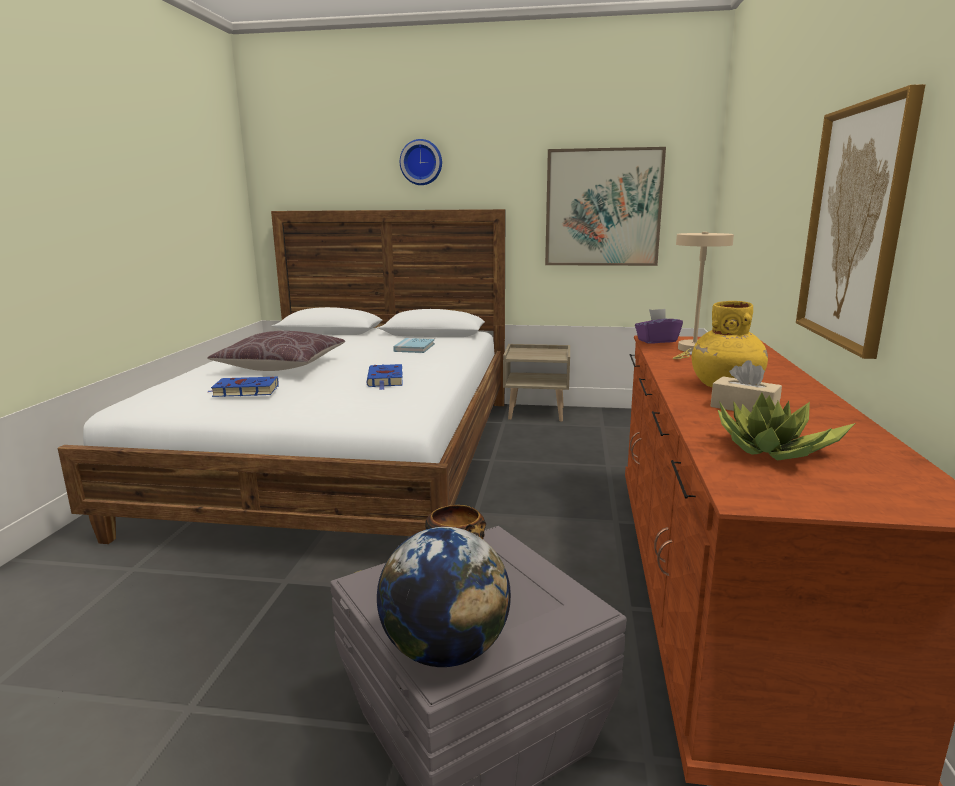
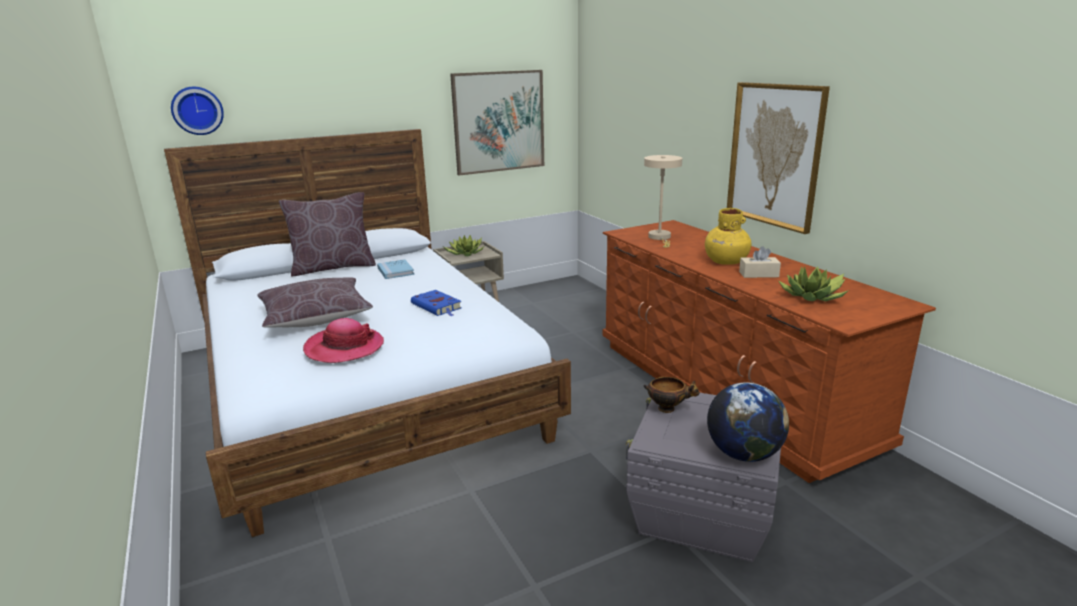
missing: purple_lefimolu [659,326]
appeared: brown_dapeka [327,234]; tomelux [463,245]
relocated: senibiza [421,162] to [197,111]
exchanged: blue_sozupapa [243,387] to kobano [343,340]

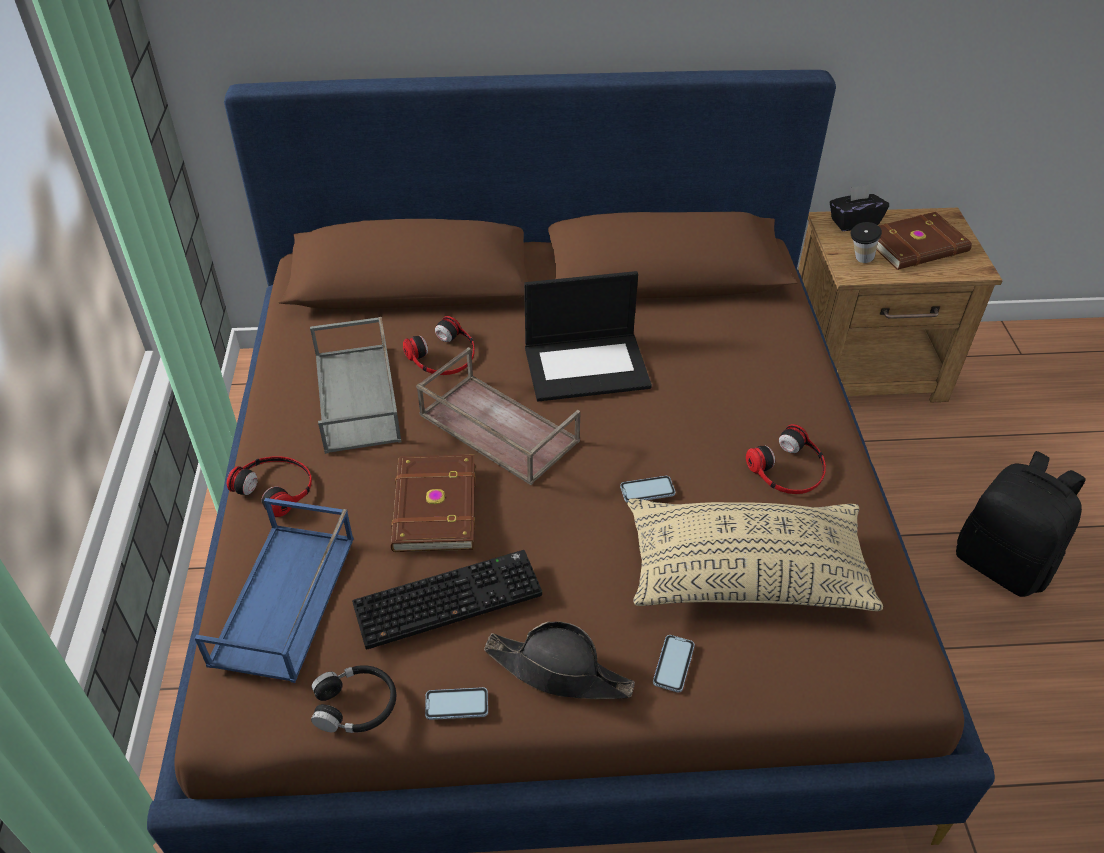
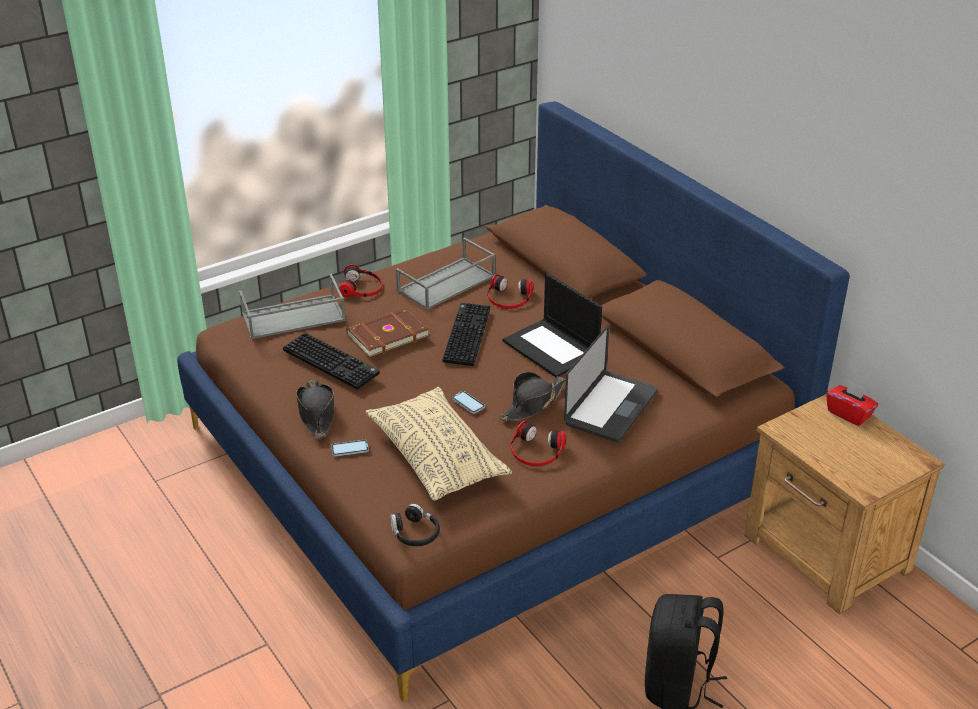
missing: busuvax [456,703]; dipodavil [866,242]; brown_sozupapa [924,241]
appeared: black_kobano [532,396]; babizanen [611,384]
relocated: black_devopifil [353,699] to [415,525]
exchanged: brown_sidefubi [498,416] to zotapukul [466,334]
colour: blue_sidefubi [274,590] to grey_sidefubi [292,306]; black_lefimolu [859,208] to red_lefimolu [852,403]

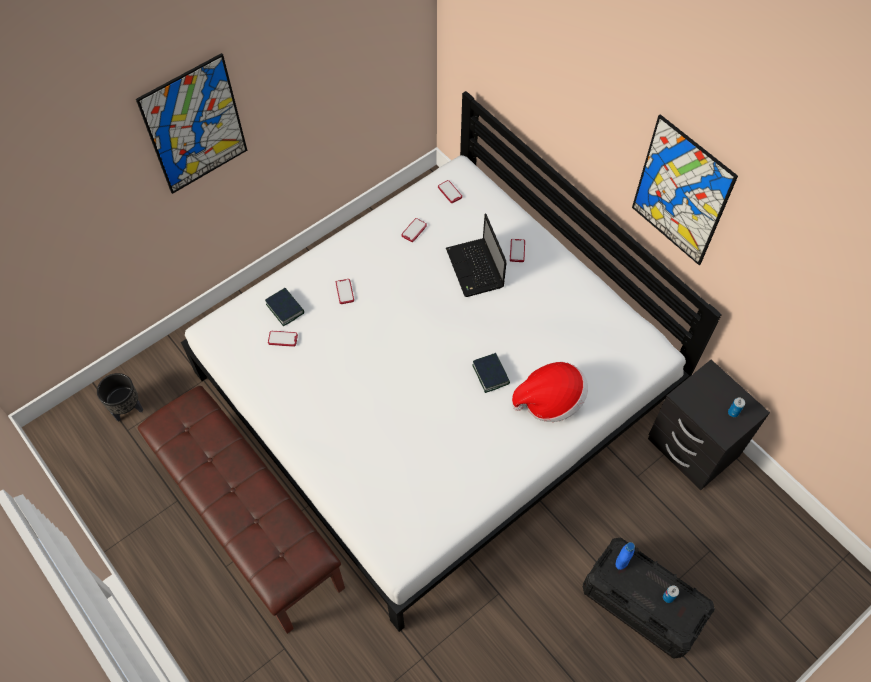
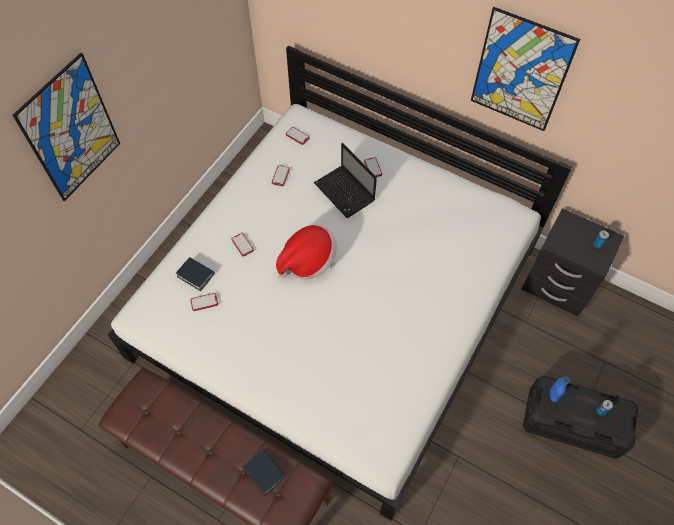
missing: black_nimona [120,397]
relocated: sozupapa [491,373] to [264,472]; kobano [550,392] to [306,252]

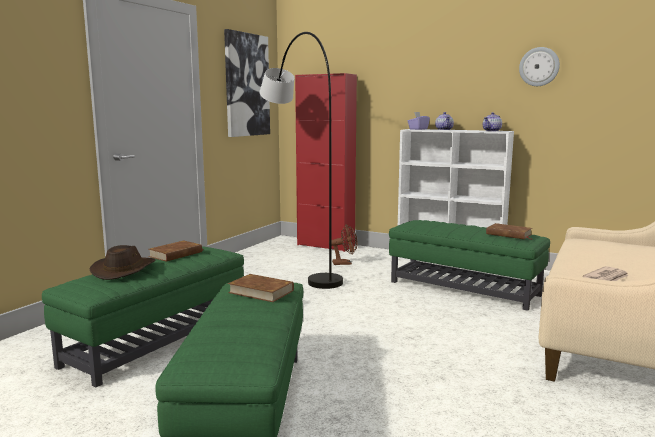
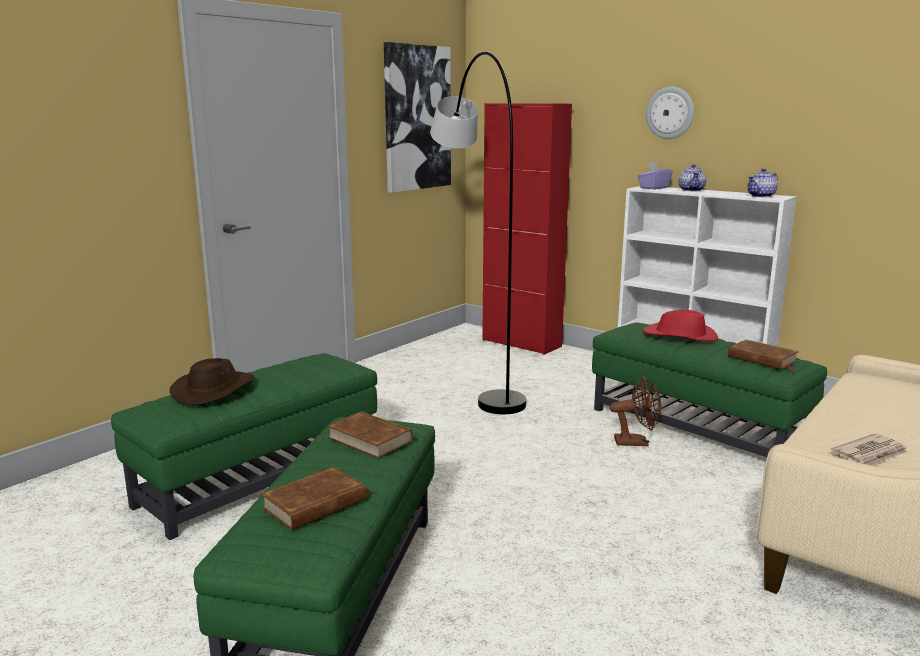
appeared: red_kobano [680,325]
relocated: brown_sozupapa [175,251] to [316,498]; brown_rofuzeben [344,244] to [635,411]; senibiza [539,66] to [670,113]

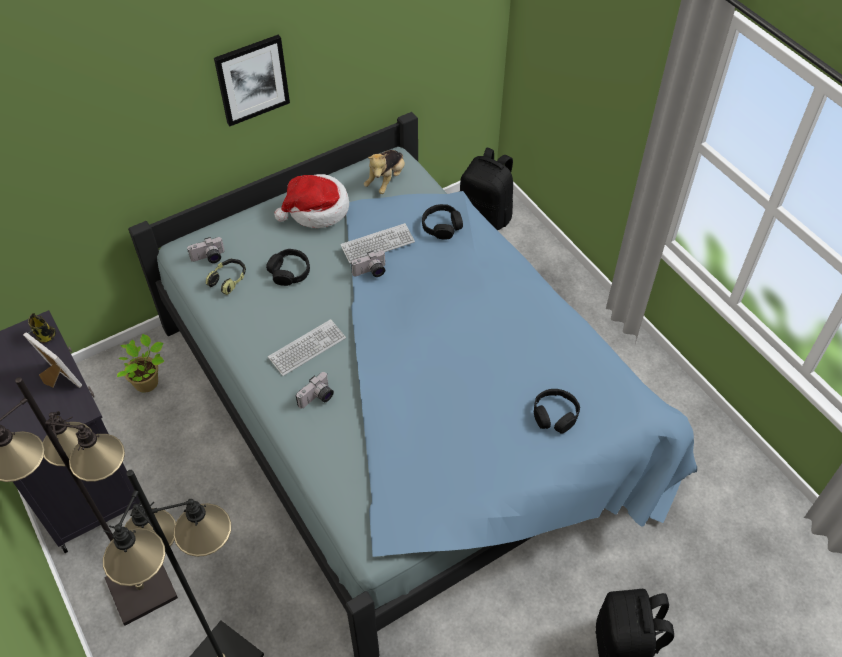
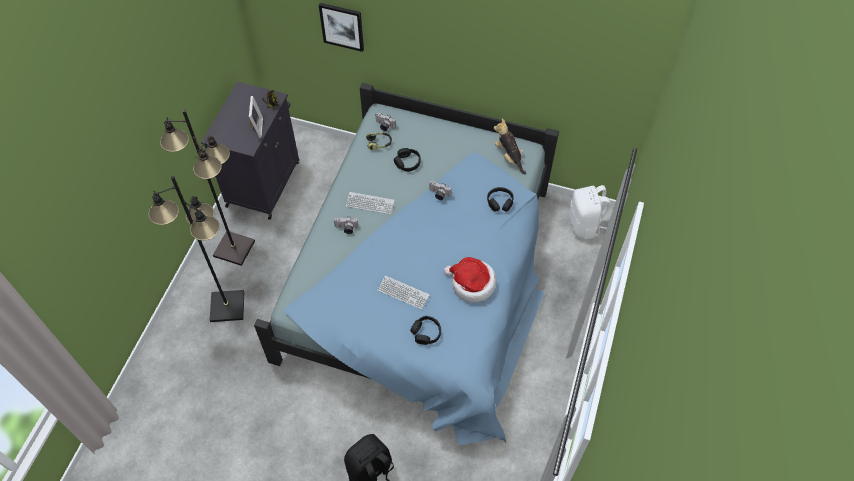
missing: tomelux [140,363]
relocated: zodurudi [252,80] to [341,27]; kobano [311,201] to [470,279]; zotapukul [377,243] to [404,293]
colour: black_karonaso [486,189] to white_karonaso [589,212]
spun: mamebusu [384,172] = [510,147] 75 degrees clockwise

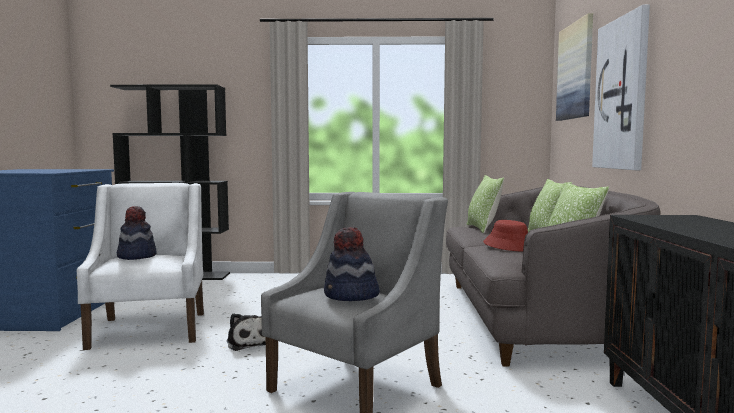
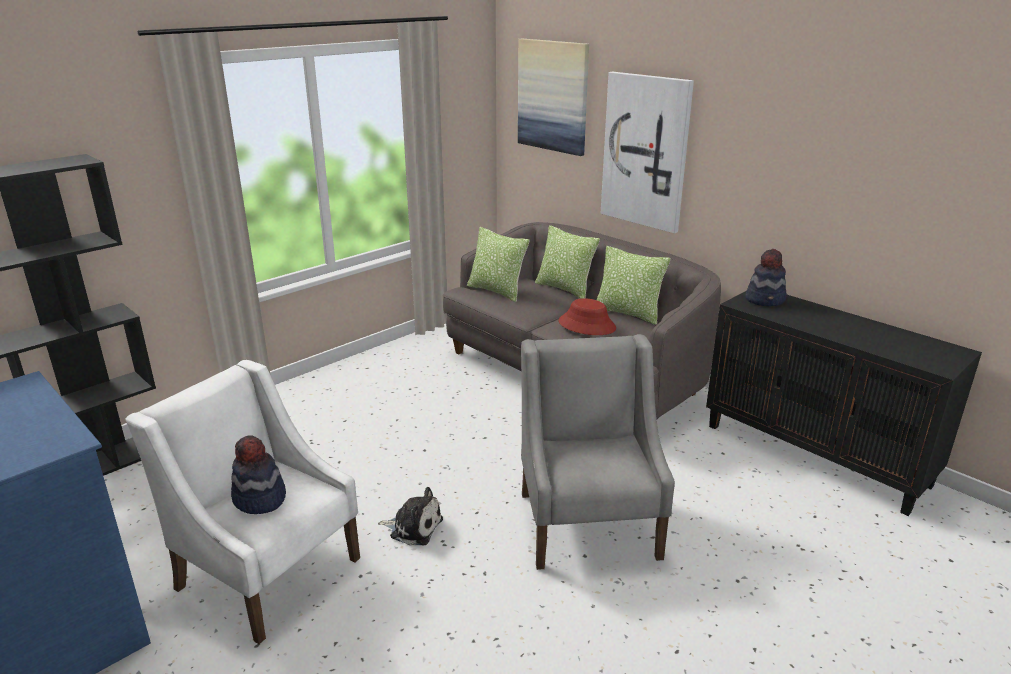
relocated: kobano [352,264] to [766,277]

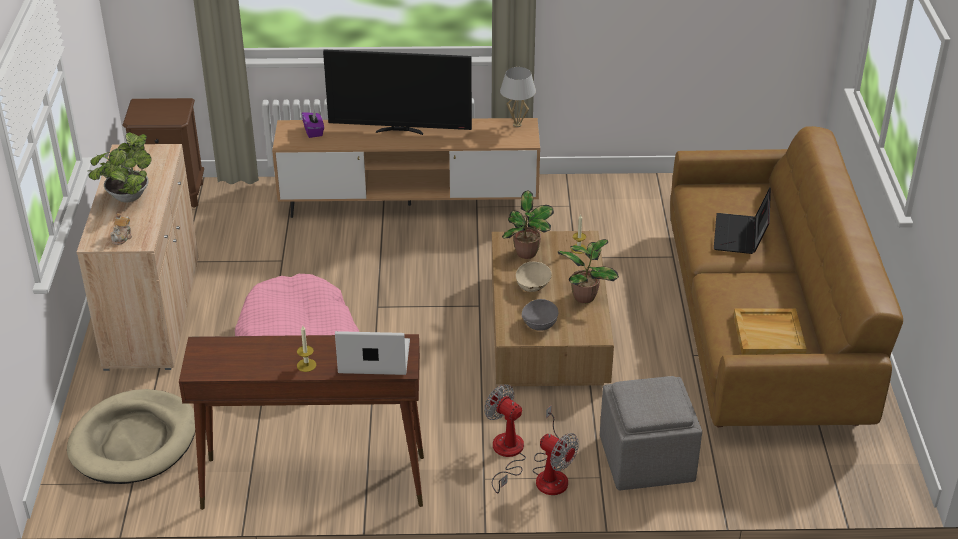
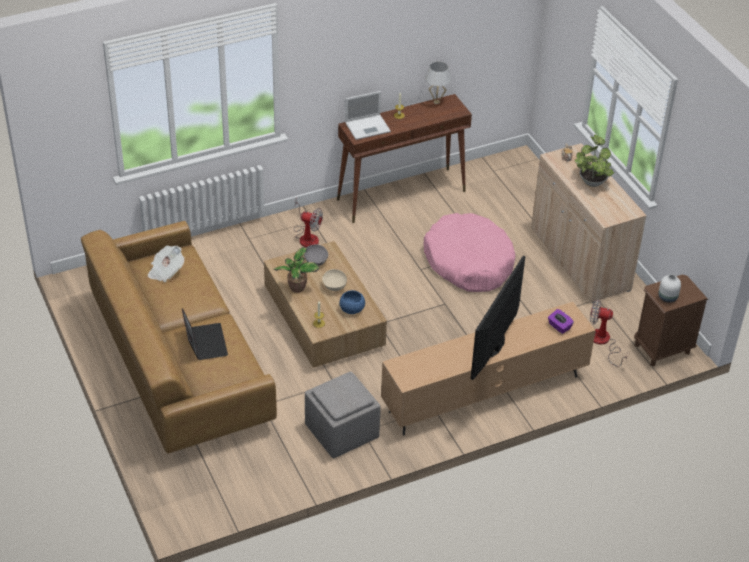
missing: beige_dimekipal [131,436]
appeared: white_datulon [669,288]
relocated: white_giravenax [518,97] to [438,83]; rofuzeben [555,450] to [609,333]; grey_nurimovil [651,433] to [343,415]
exchanged: tomelux [528,224] to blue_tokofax [352,302]; beige_sidefubi [770,331] to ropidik [166,263]
spun: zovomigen [397,92] = [498,318] 45 degrees counterclockwise

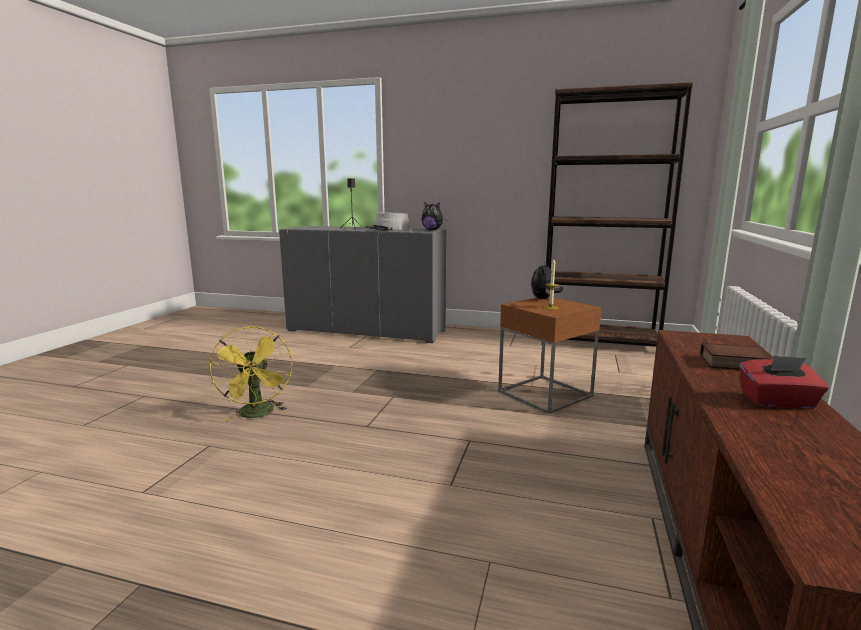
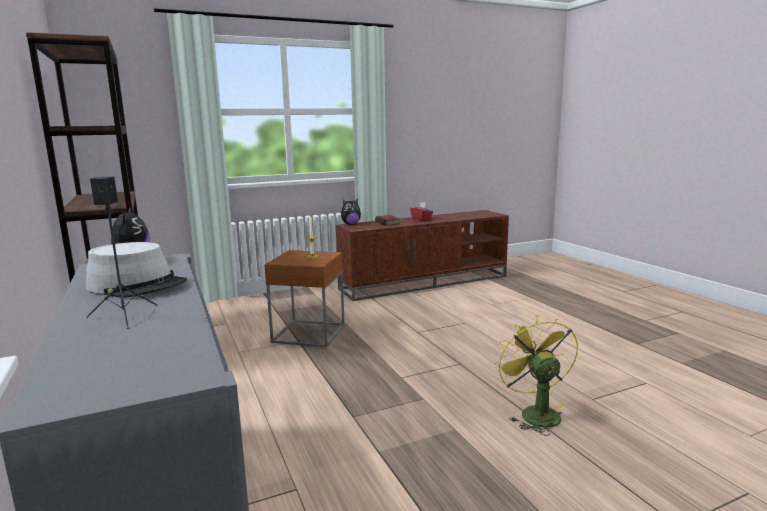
relocated: mamebusu [547,280] to [351,212]
spun: yellow_rofuzeben [250,373] = [536,375] 45 degrees counterclockwise

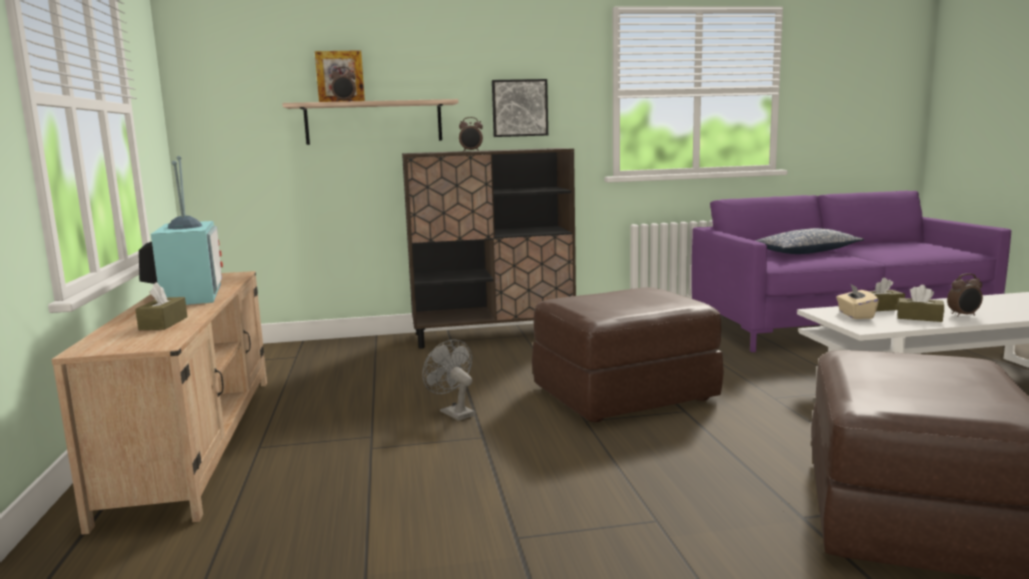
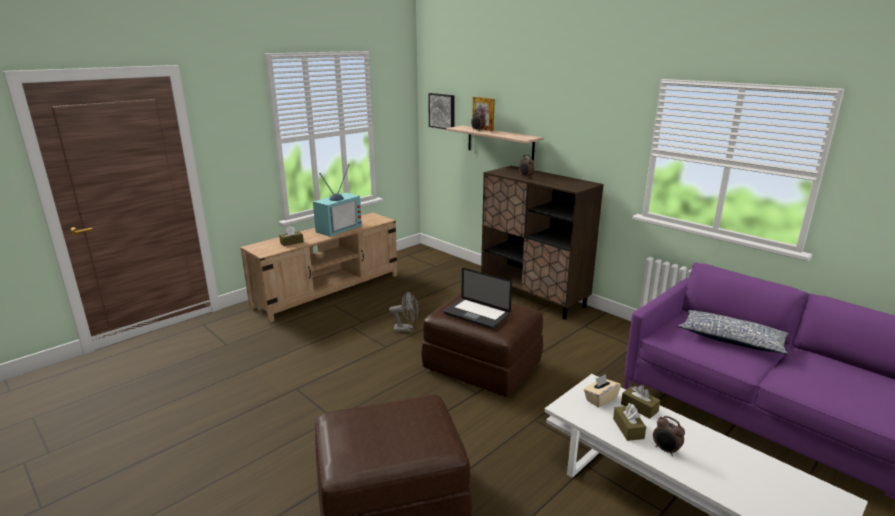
appeared: babizanen [477,298]
relocated: zodurudi [520,108] to [441,111]
spun: grey_rofuzeben [448,380] = [403,311] 75 degrees clockwise

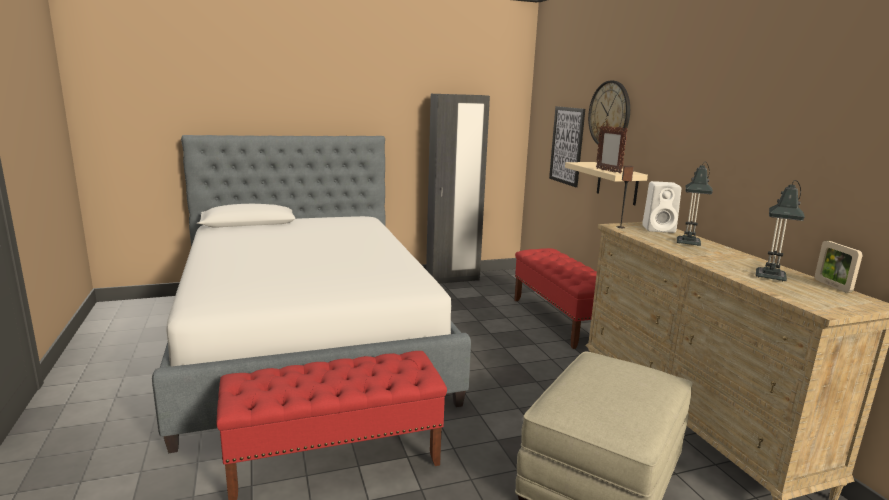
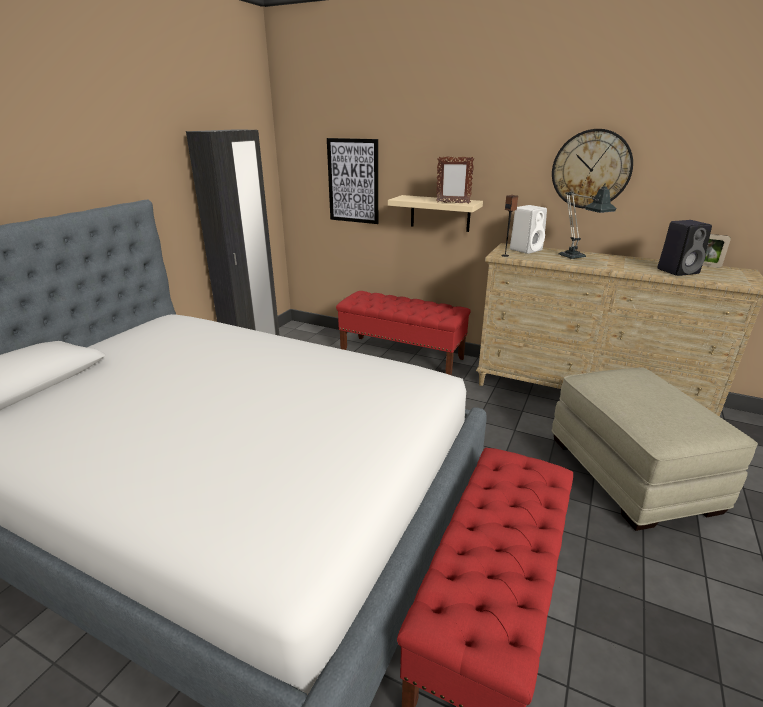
relocated: senibiza [609,112] to [592,169]
exchanged: giravenax [780,230] to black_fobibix [684,248]

